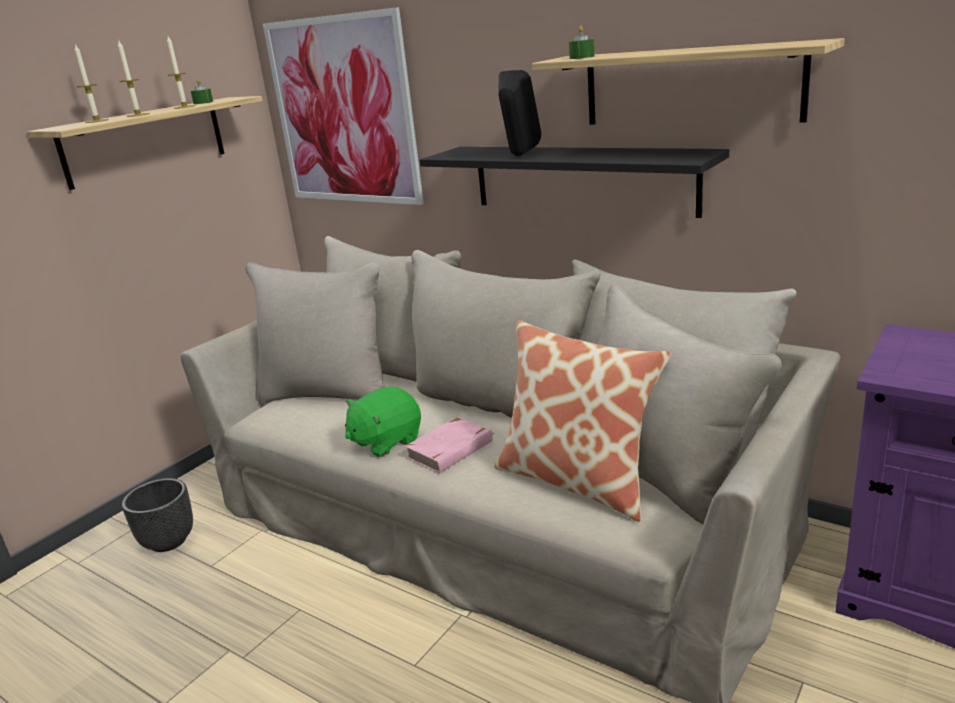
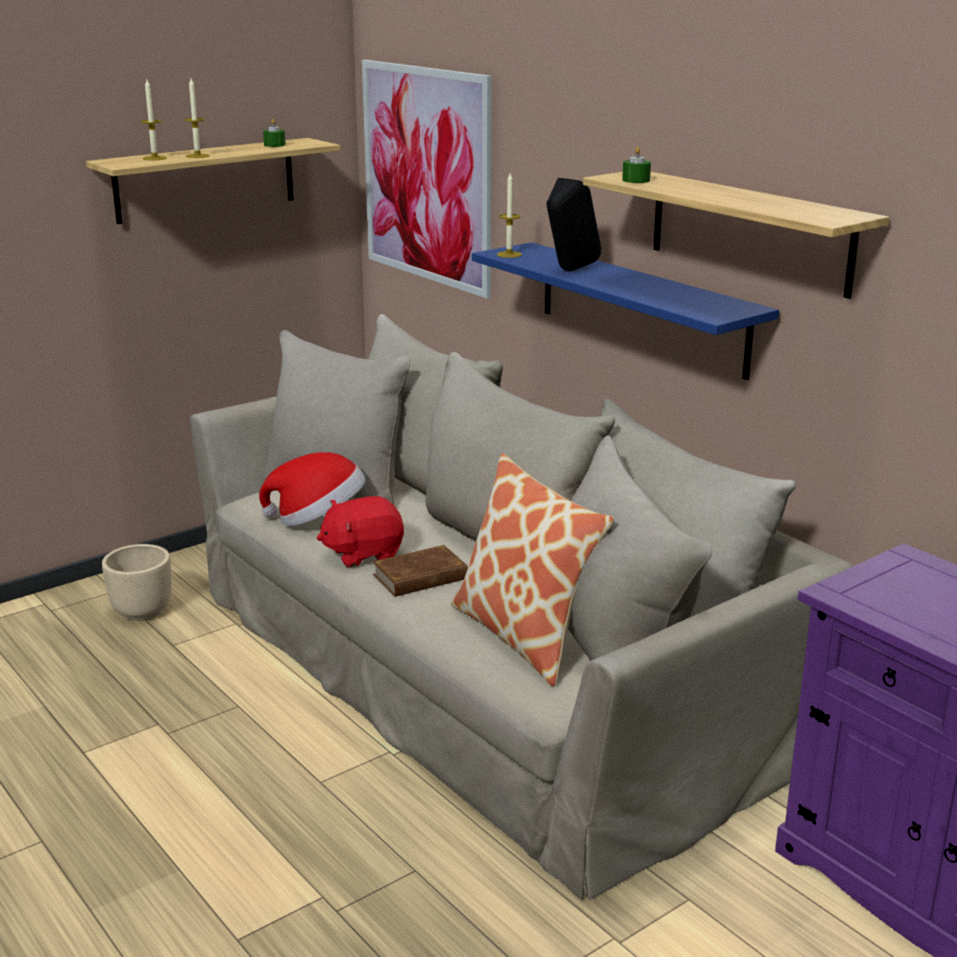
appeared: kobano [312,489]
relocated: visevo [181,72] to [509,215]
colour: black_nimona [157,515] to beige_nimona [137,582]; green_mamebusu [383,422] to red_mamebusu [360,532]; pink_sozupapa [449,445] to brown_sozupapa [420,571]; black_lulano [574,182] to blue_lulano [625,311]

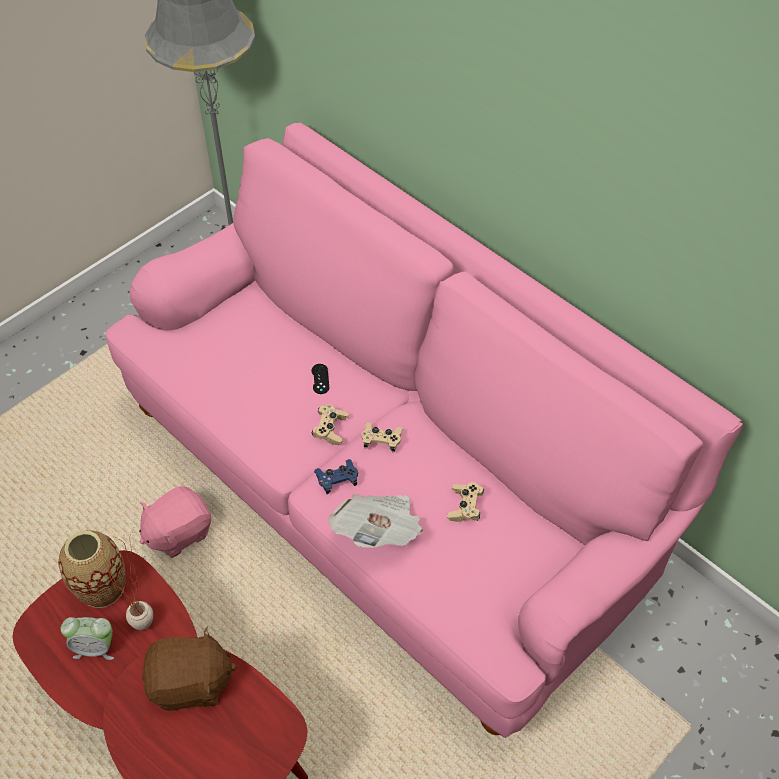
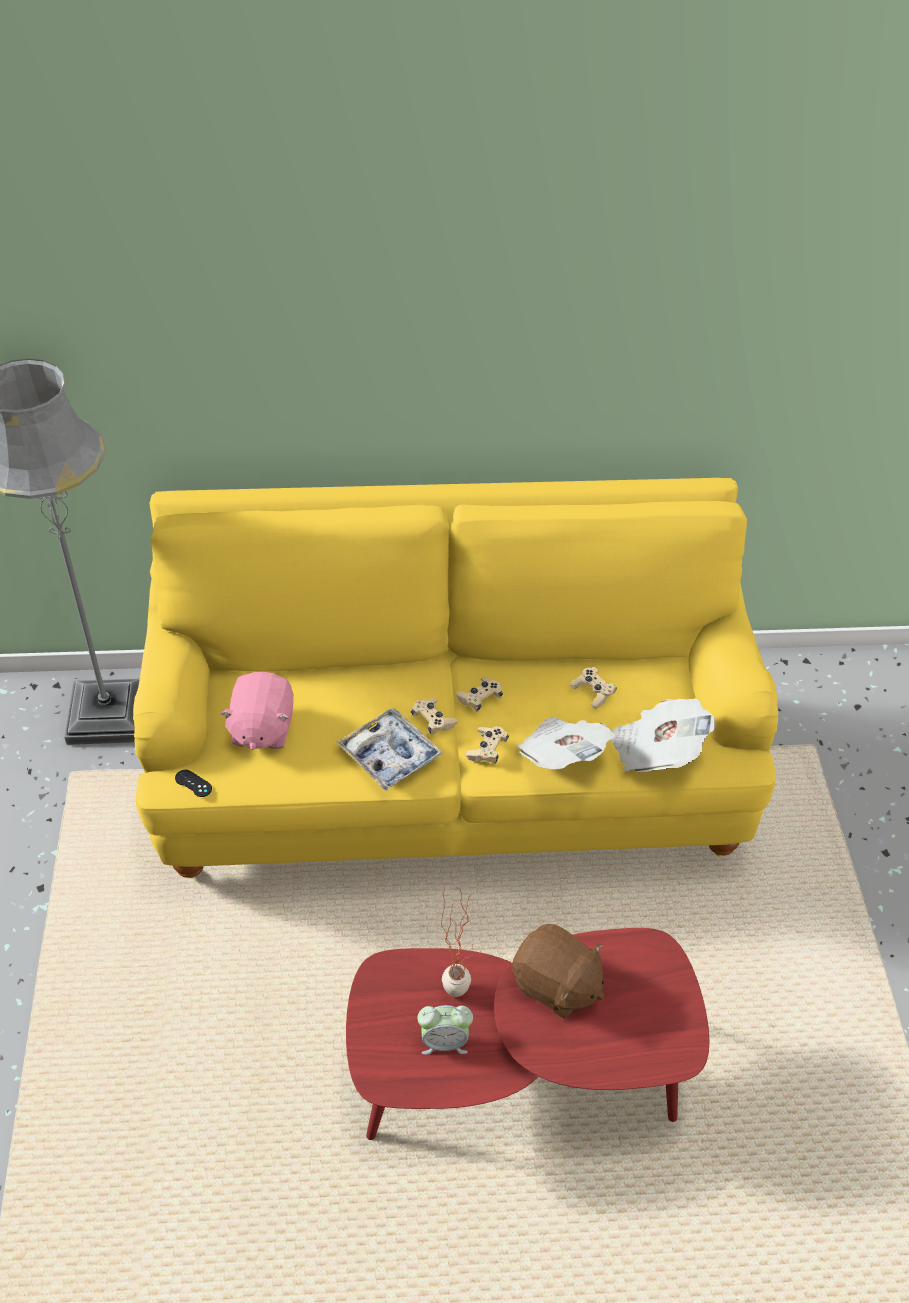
missing: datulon [92,569]
appeared: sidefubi [389,750]; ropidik [664,735]
relocated: pink_mamebusu [175,522] to [257,711]; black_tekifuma [320,379] to [193,783]
colour: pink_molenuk [424,430] to yellow_molenuk [456,678]; blue_tekifuma [336,476] to beige_tekifuma [487,745]
spun: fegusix [87,638] = [445,1030] 45 degrees clockwise; brown_mamebusu [189,668] = [558,971] 90 degrees clockwise

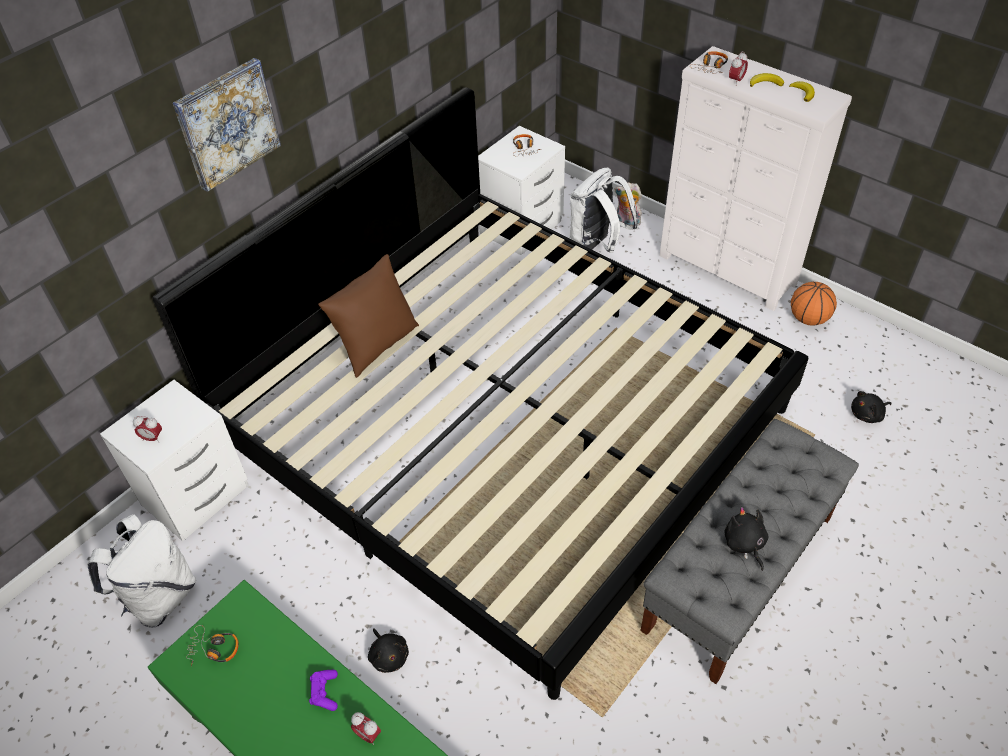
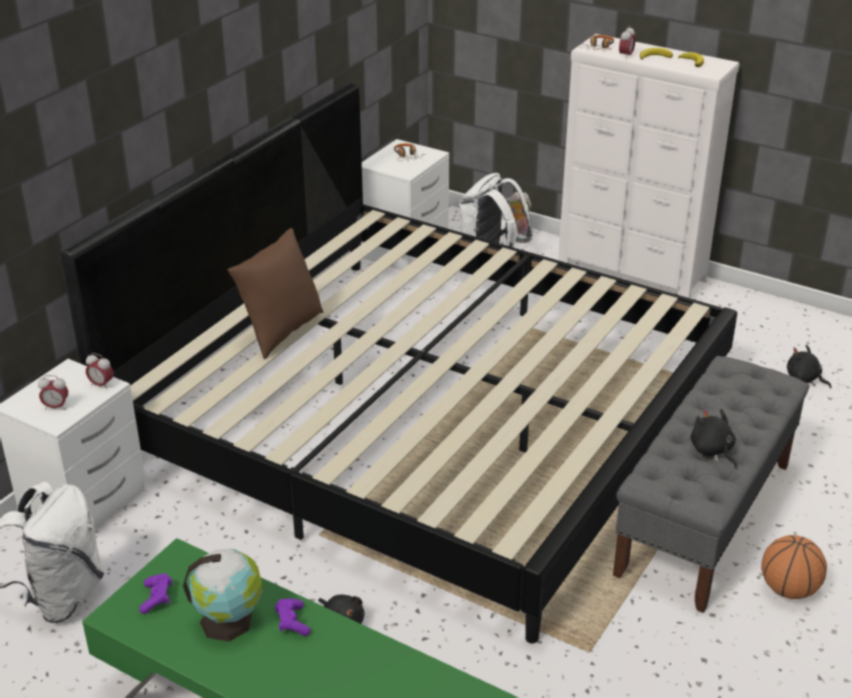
missing: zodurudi [227,125]
appeared: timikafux [223,595]
relocated: fegusix [366,728] to [100,371]; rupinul [814,304] to [794,567]
exchanged: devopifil [212,645] to purple_tekifuma [155,593]
spun: black_mamebusu [871,407] = [809,366] 75 degrees clockwise

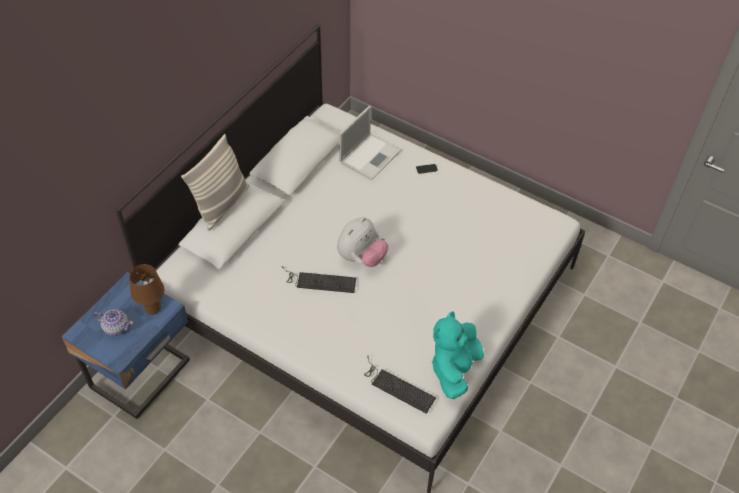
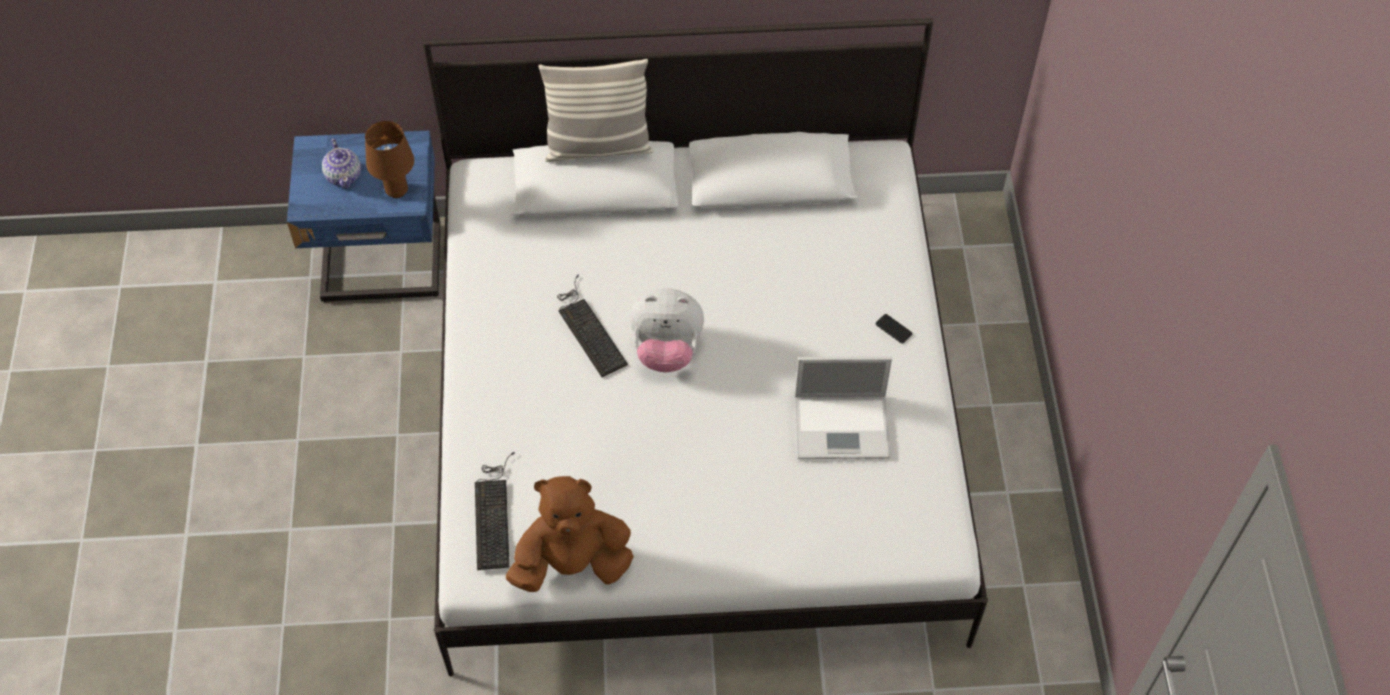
relocated: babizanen [370,143] to [843,407]
colour: turquoise_mamebusu [458,355] to brown_mamebusu [570,534]

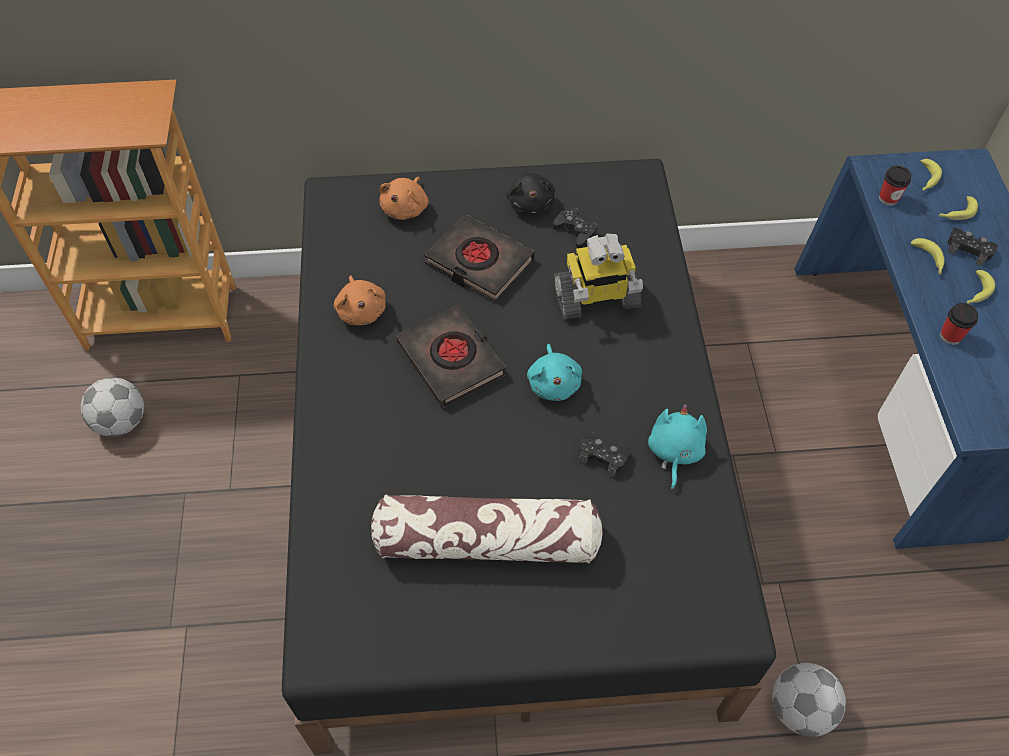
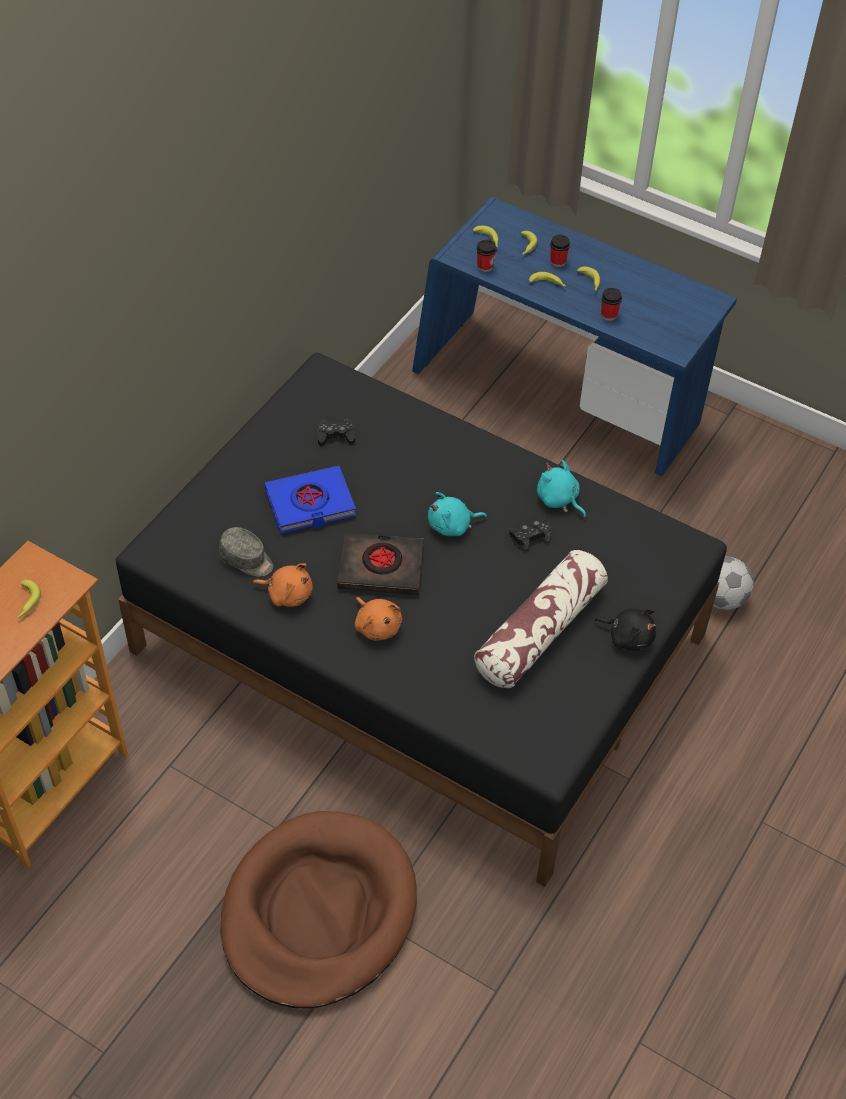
missing: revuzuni [112,407]; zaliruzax [598,276]
appeared: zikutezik [29,599]; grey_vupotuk [246,552]; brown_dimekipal [318,910]
relocated: orange_mamebusu [404,198] to [378,619]; black_mamebusu [531,192] to [625,630]
exchanged: black_tekifuma [973,247] to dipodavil [560,251]
colour: black_sozupapa [479,258] to blue_sozupapa [310,500]
spun: turquoise_mamebusu [554,372] = [457,514] 135 degrees clockwise

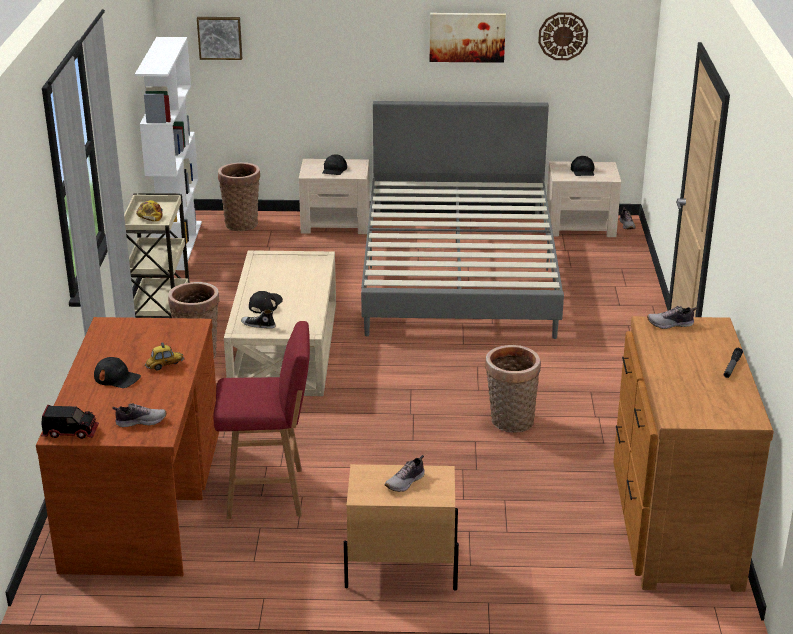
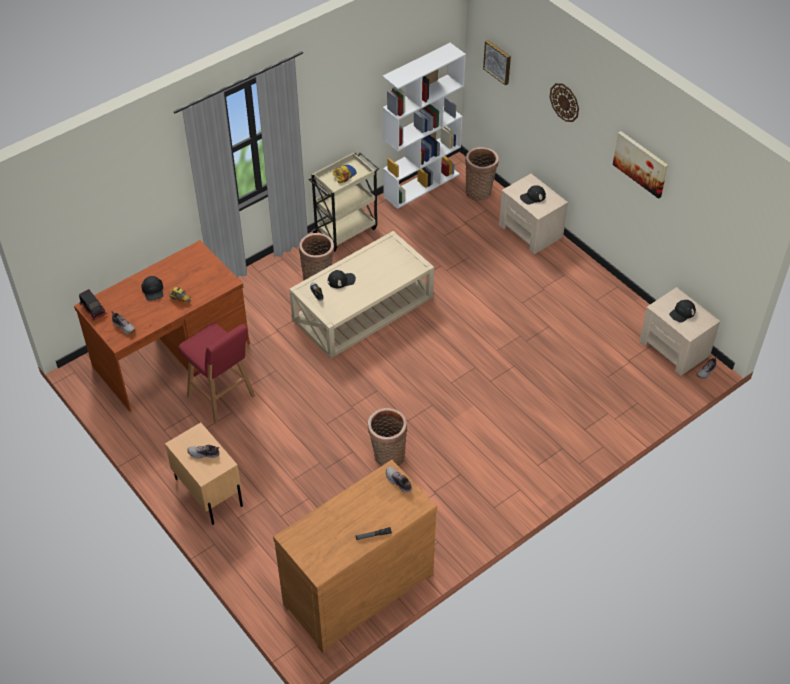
missing: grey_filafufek [462,220]
relocated: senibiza [563,36] to [564,102]

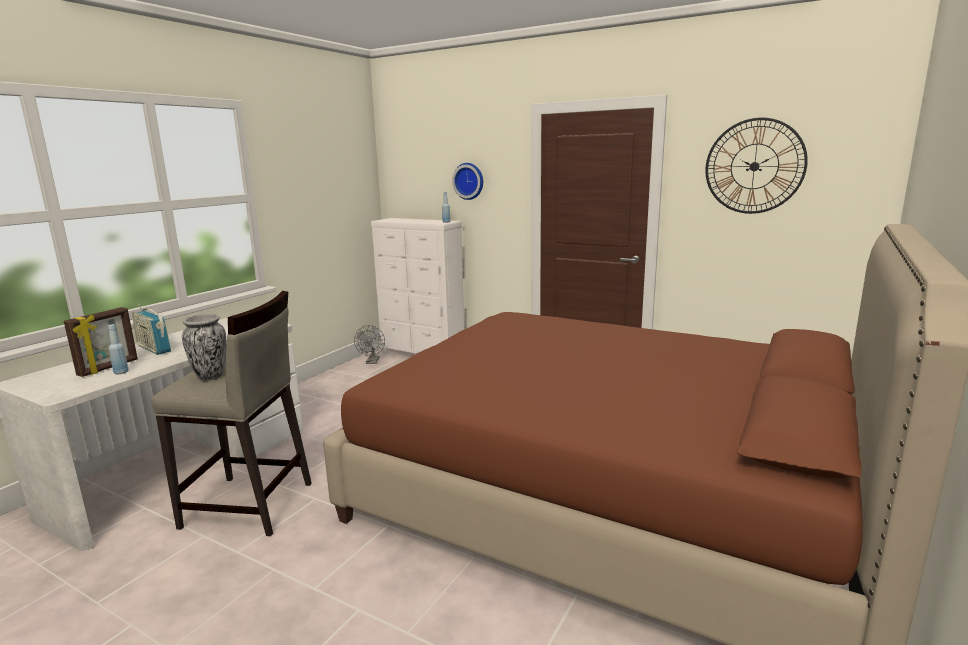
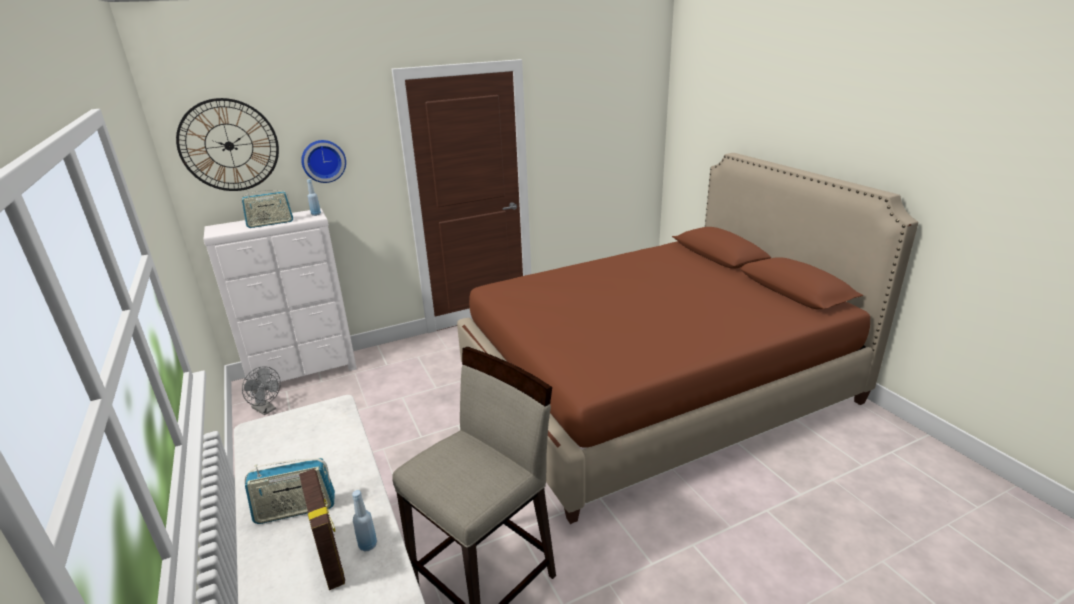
missing: datulon [204,347]
appeared: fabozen [267,208]
relocated: senibiza [756,166] to [227,144]

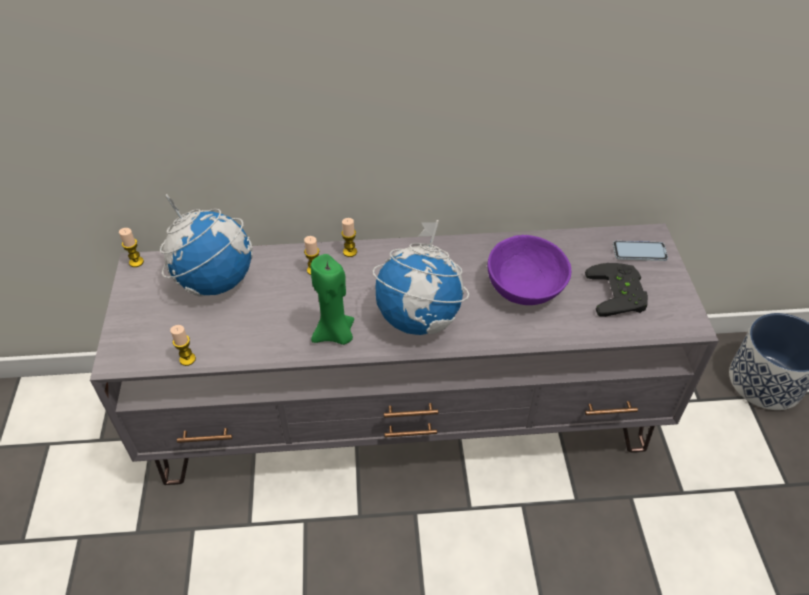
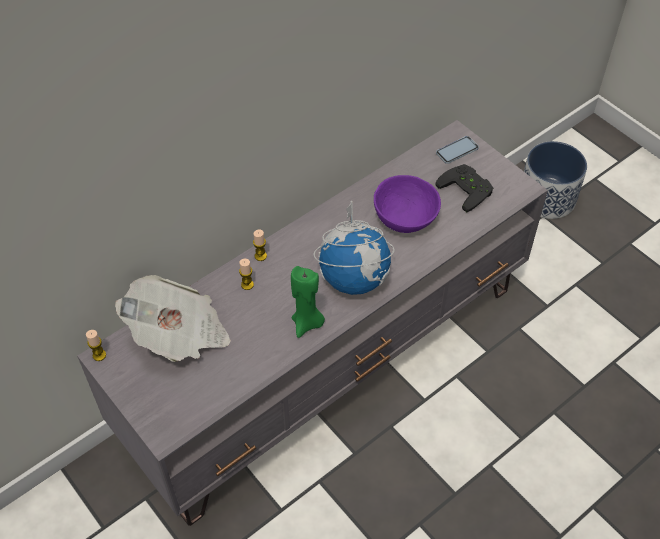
missing: visevo [183,345]
exchanged: timikafux [206,245] to ropidik [173,318]

